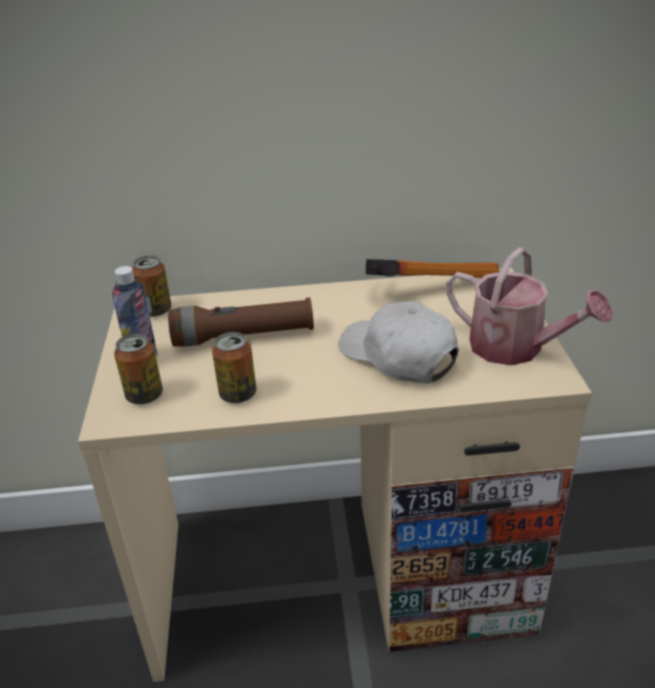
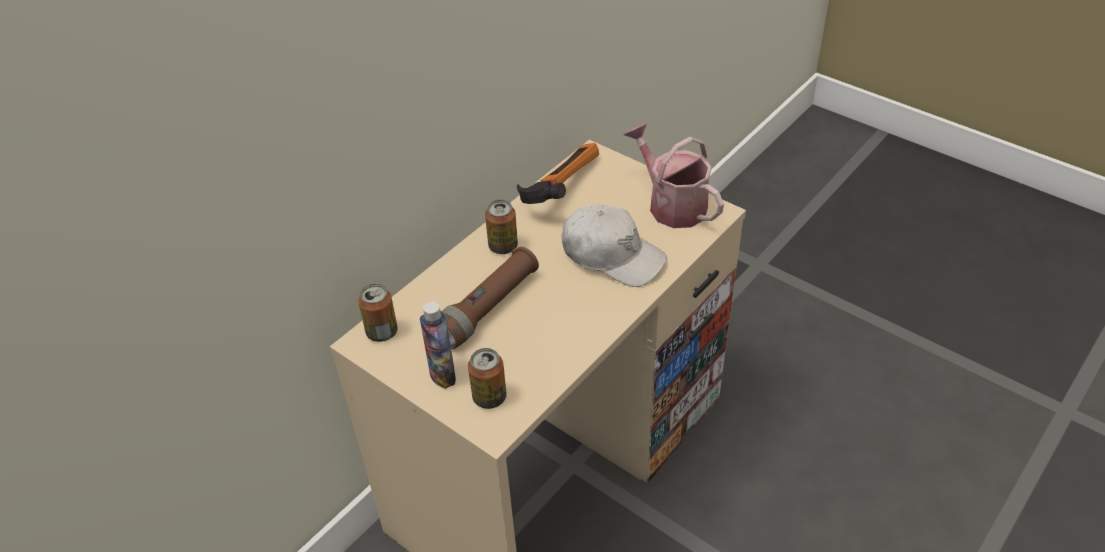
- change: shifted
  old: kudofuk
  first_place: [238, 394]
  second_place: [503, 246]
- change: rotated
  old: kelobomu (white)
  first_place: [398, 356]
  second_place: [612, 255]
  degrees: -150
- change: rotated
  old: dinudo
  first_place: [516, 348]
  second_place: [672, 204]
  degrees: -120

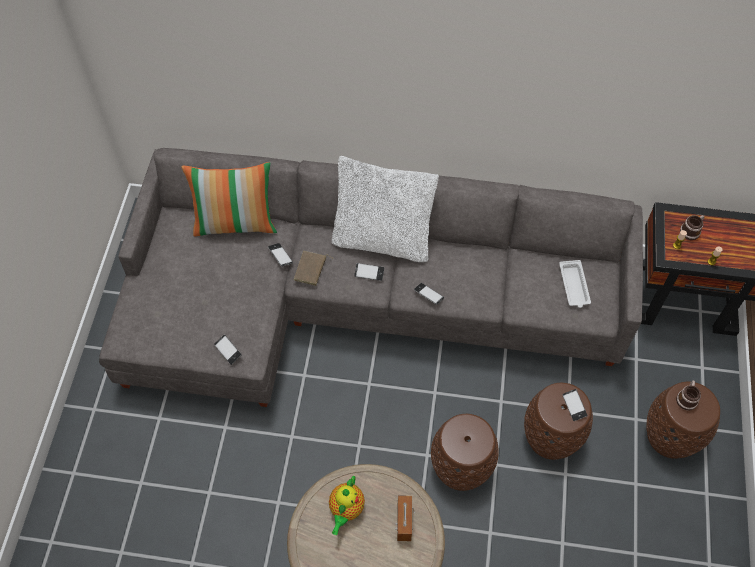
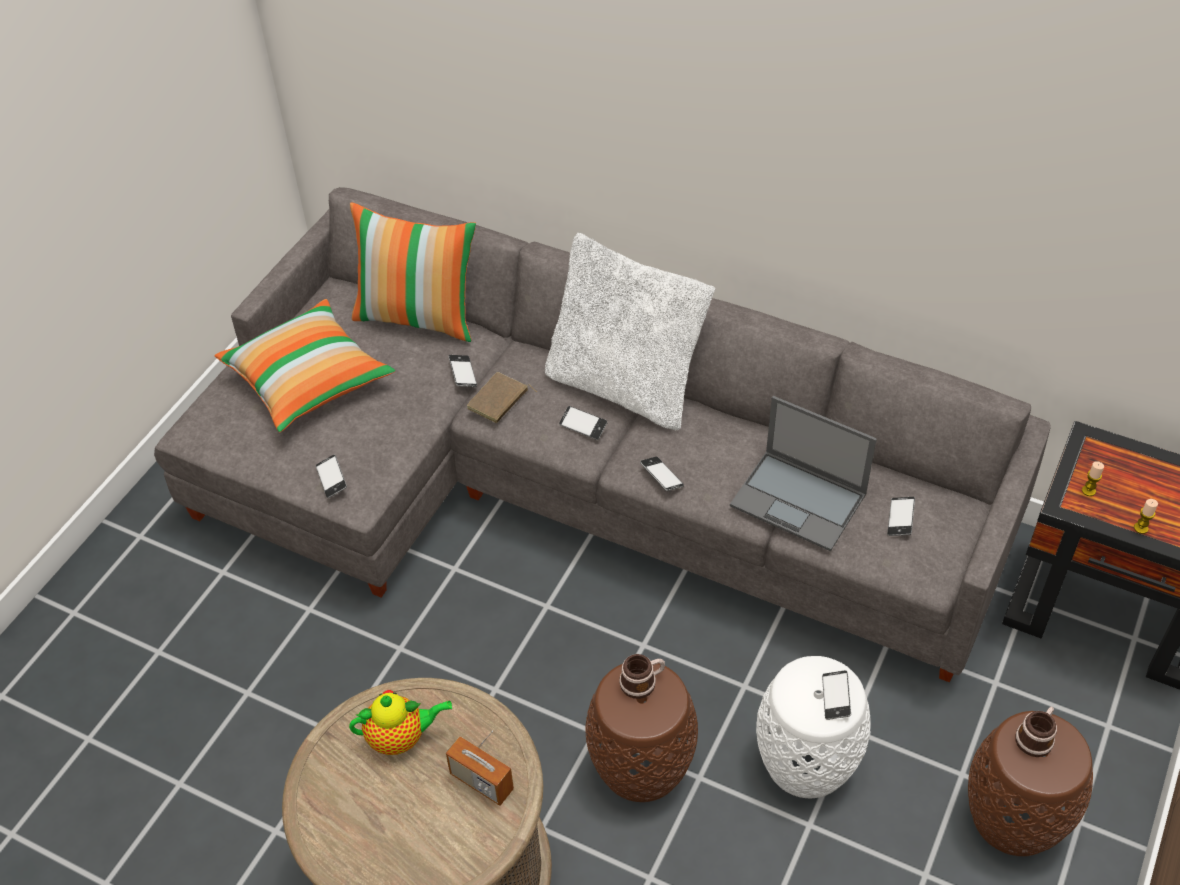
- change: rotated
  old: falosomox
  first_place: [346, 509]
  second_place: [401, 738]
  degrees: -135
- change: rotated
  old: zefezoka
  first_place: [404, 522]
  second_place: [481, 782]
  degrees: -75
- change: repainted
  old: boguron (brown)
  new: boguron (white)
  first_place: [551, 437]
  second_place: [806, 762]
- change: swapped
  old: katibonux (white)
  new: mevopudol
  first_place: [574, 286]
  second_place: [900, 519]
- change: shifted
  old: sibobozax
  first_place: [691, 230]
  second_place: [642, 682]
- change: new
  new: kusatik
  second_place: [308, 380]
- change: new
  new: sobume
  second_place: [800, 500]

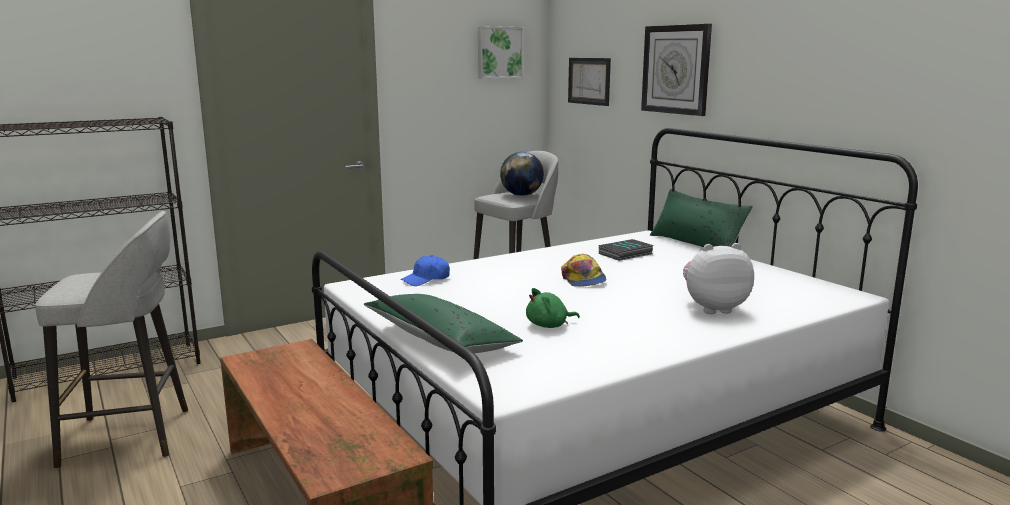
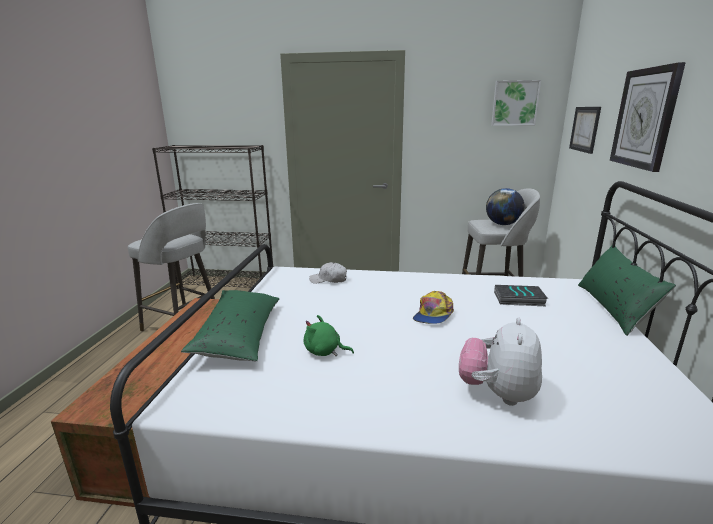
- change: repainted
  old: kelobomu (blue)
  new: kelobomu (white)
  first_place: [426, 279]
  second_place: [329, 280]
- change: rotated
  old: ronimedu
  first_place: [713, 308]
  second_place: [497, 393]
  degrees: -105

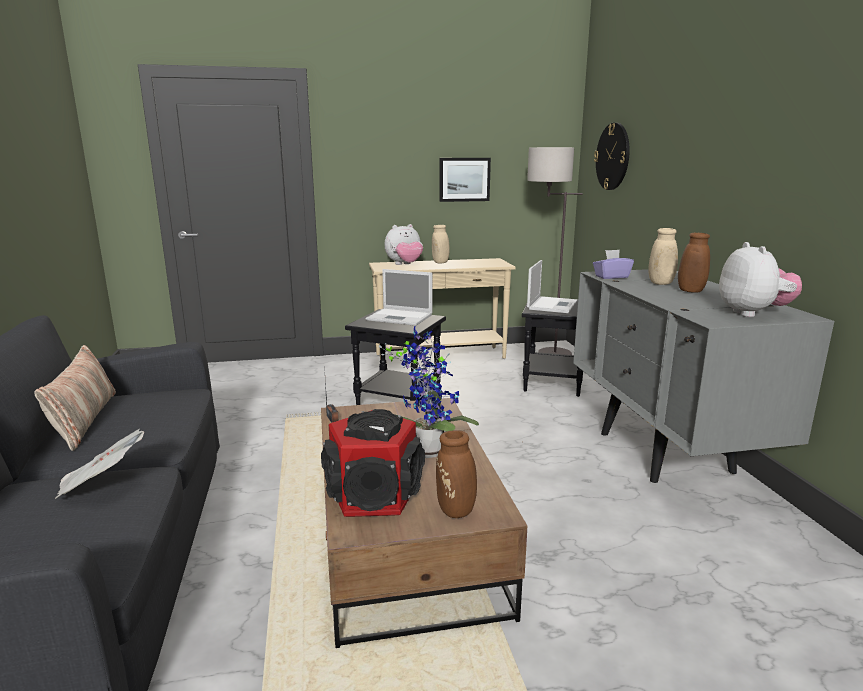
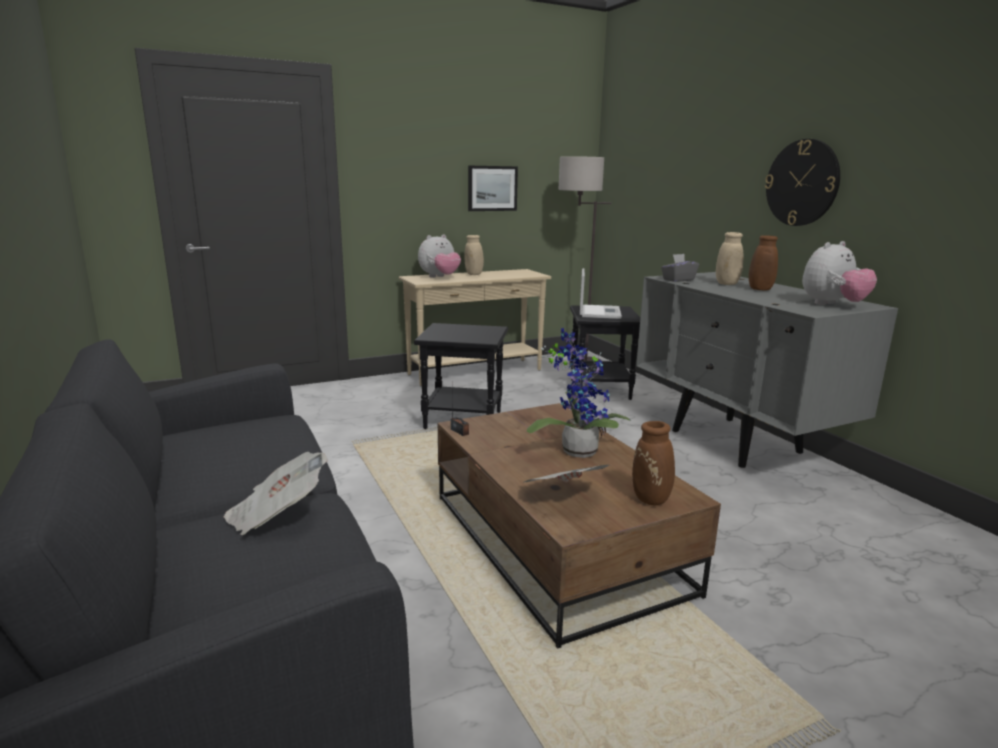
- change: gone
  old: kusatik
  first_place: [84, 420]
- change: swapped
  old: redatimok
  new: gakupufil
  first_place: [373, 495]
  second_place: [563, 495]
- change: gone
  old: sobume
  first_place: [401, 317]
- change: repainted
  old: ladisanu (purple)
  new: ladisanu (grey)
  first_place: [611, 277]
  second_place: [678, 280]
- change: shifted
  old: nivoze
  first_place: [613, 156]
  second_place: [802, 183]
- change: rotated
  old: ronimedu
  first_place: [753, 313]
  second_place: [832, 305]
  degrees: 75

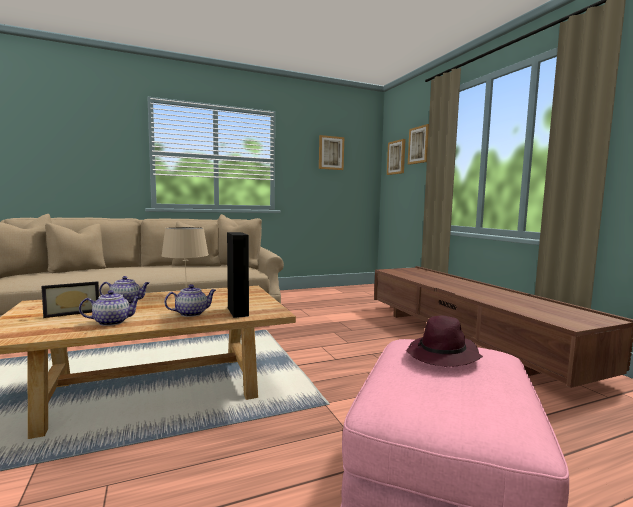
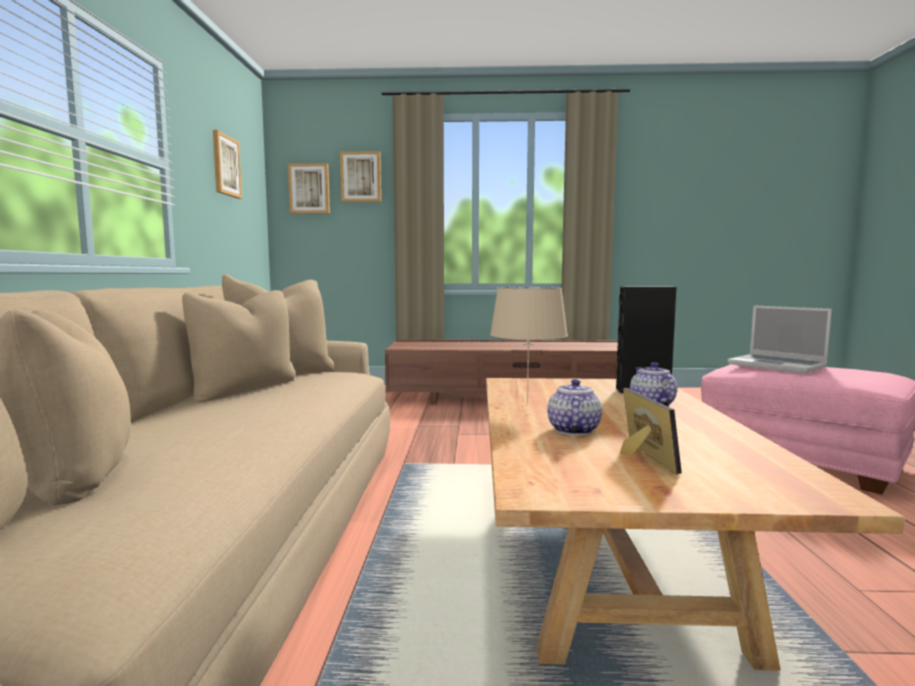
- change: gone
  old: falosomox
  first_place: [113, 322]
- change: swapped
  old: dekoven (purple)
  new: sobume
  first_place: [443, 356]
  second_place: [778, 365]

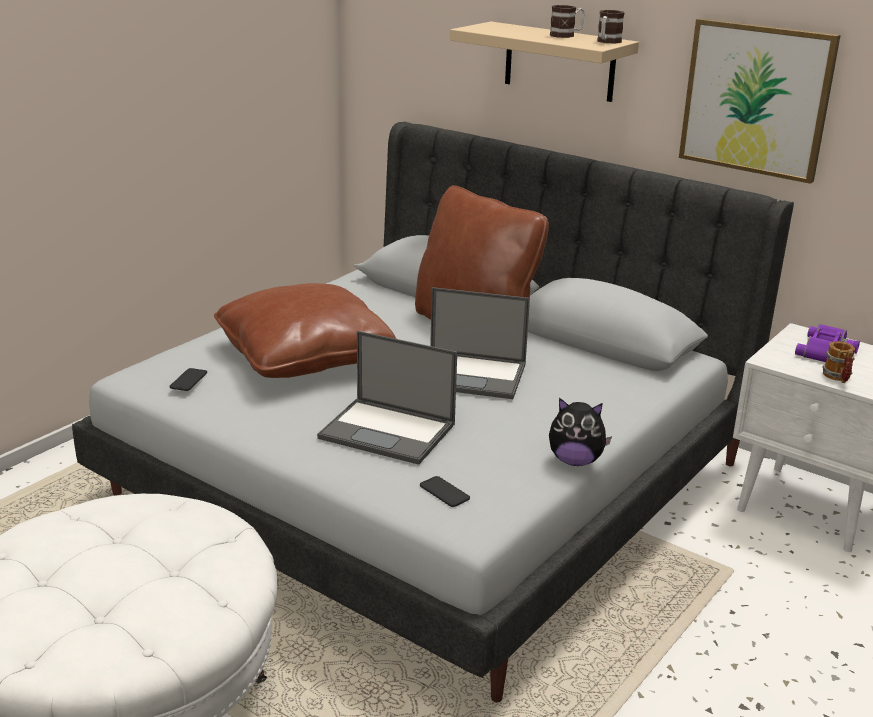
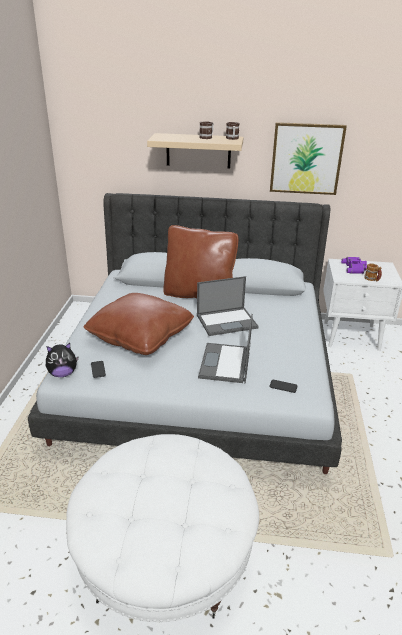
- change: rotated
  old: sobume
  first_place: [389, 431]
  second_place: [225, 363]
  degrees: 105
- change: shifted
  old: ronimedu
  first_place: [575, 461]
  second_place: [63, 374]

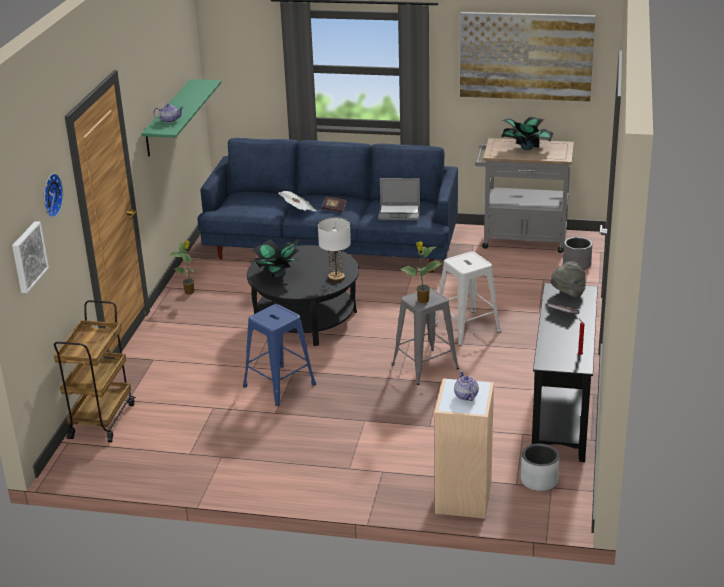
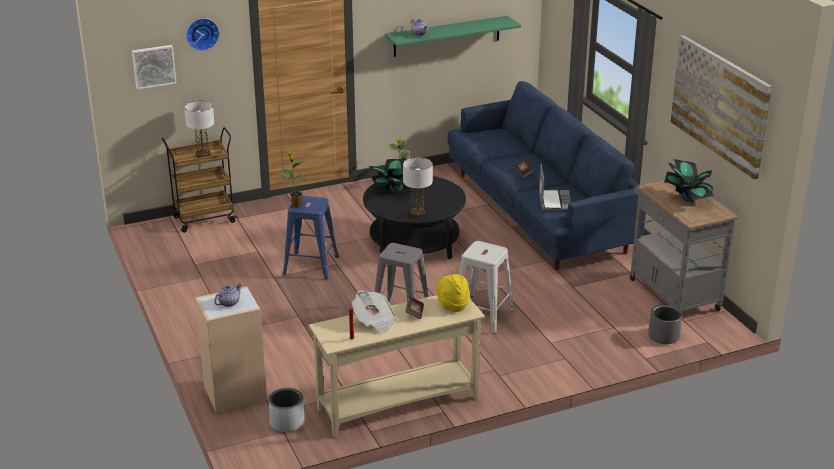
- change: shifted
  old: gakupufil
  first_place: [298, 210]
  second_place: [374, 322]
- change: rotated
  old: sobume
  first_place: [400, 213]
  second_place: [554, 201]
  degrees: -150
- change: shifted
  old: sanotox
  first_place: [422, 301]
  second_place: [296, 205]
- change: repainted
  old: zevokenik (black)
  new: zevokenik (beige)
  first_place: [562, 413]
  second_place: [397, 404]
- change: repainted
  old: dekoven (grey)
  new: dekoven (yellow)
  first_place: [567, 294]
  second_place: [452, 305]
- change: new
  new: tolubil
  second_place: [202, 155]

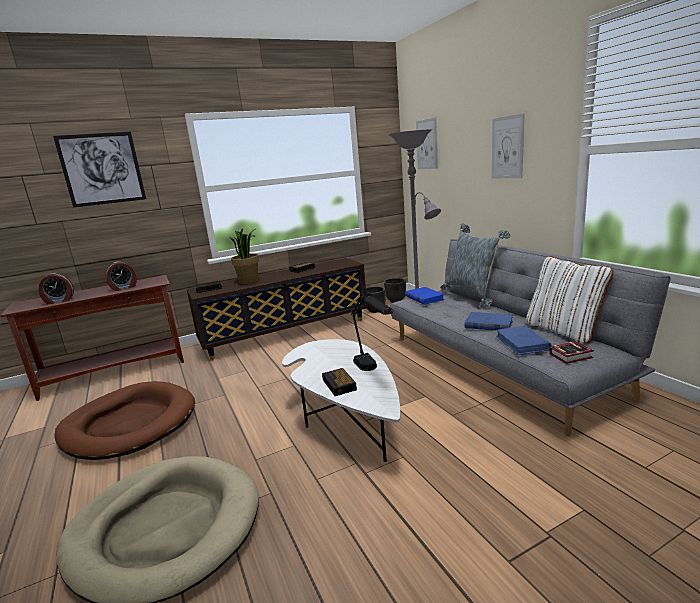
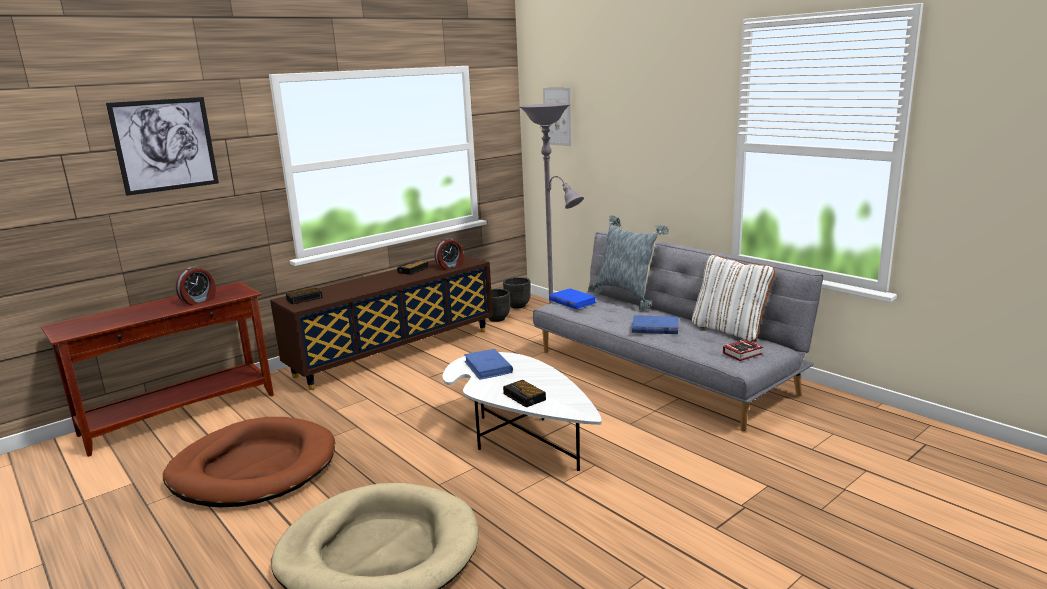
- change: shifted
  old: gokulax
  first_place: [59, 301]
  second_place: [450, 266]
- change: gone
  old: sanotox
  first_place: [249, 281]
- change: gone
  old: tolubil (black)
  first_place: [373, 372]
- change: gone
  old: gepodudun
  first_place: [507, 147]
- change: shifted
  old: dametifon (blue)
  first_place: [522, 343]
  second_place: [488, 367]

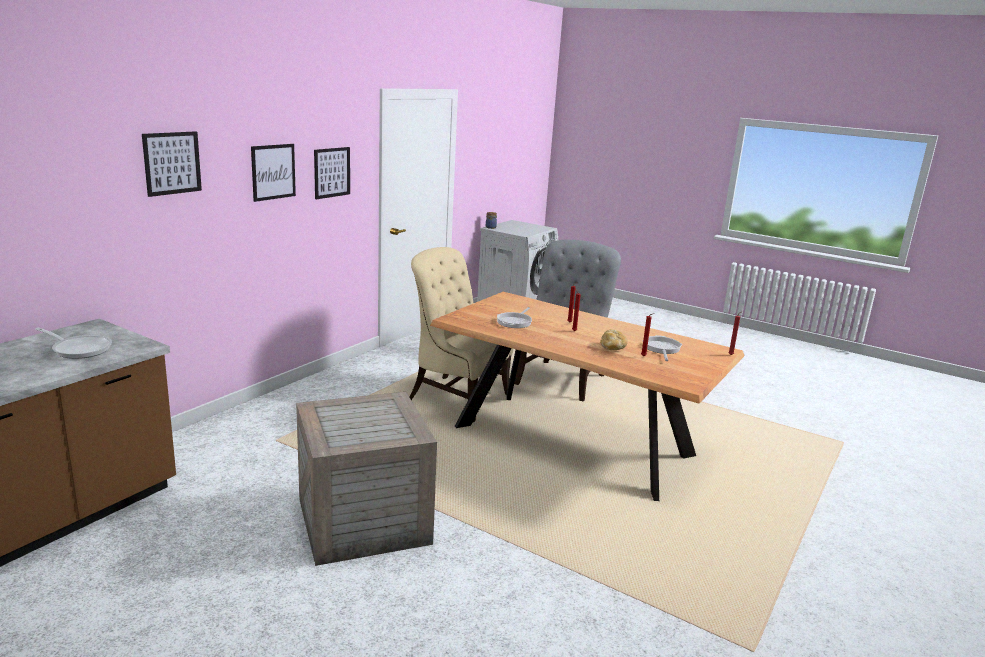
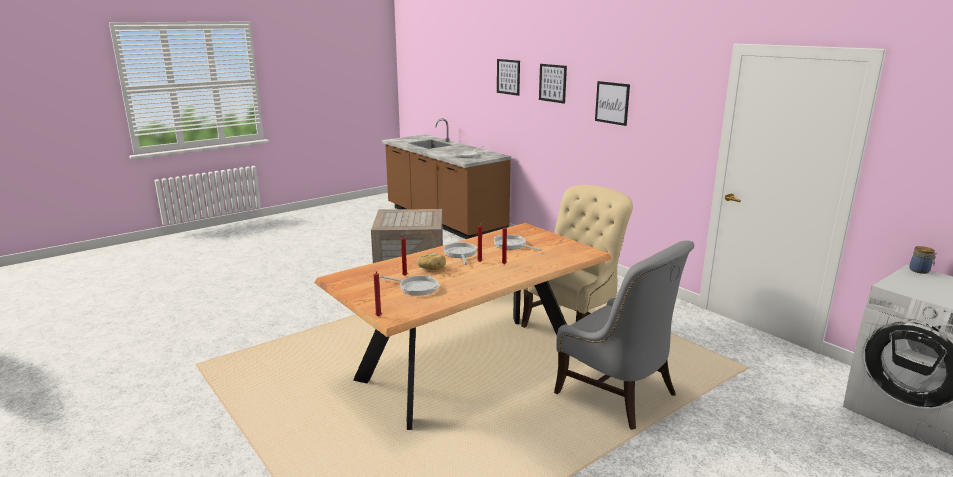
- change: shifted
  old: gepodudun
  first_place: [332, 172]
  second_place: [508, 77]
- change: new
  new: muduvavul
  second_place: [460, 253]

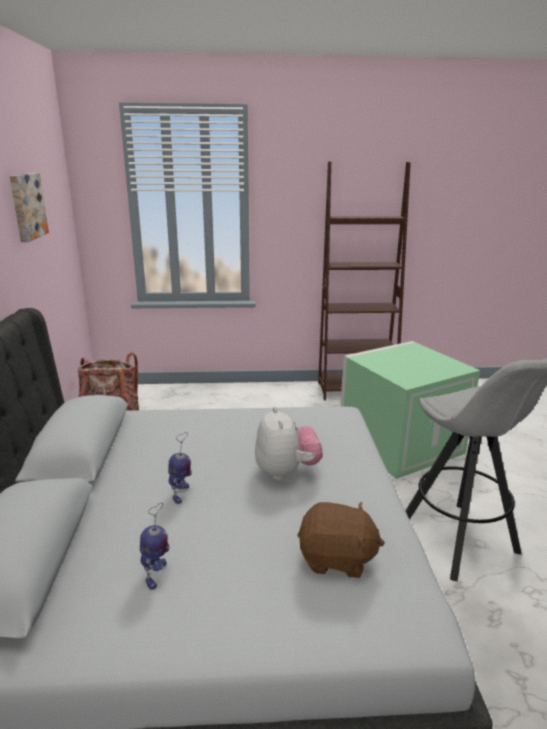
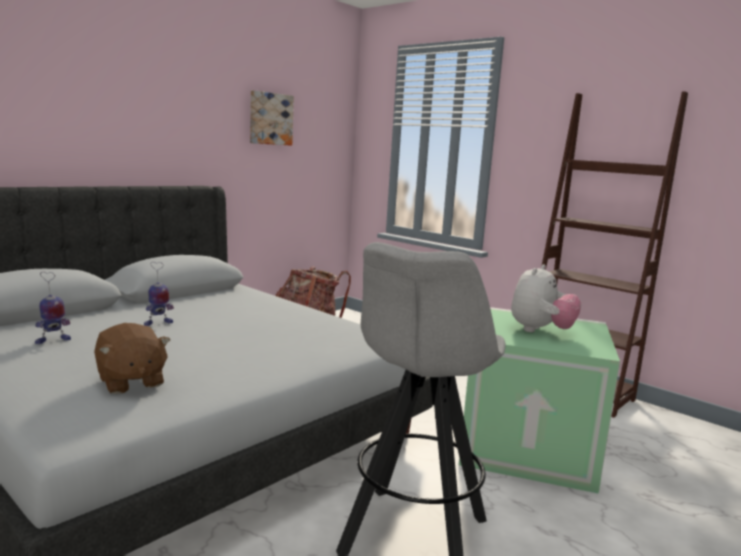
- change: shifted
  old: ronimedu
  first_place: [286, 472]
  second_place: [540, 331]

